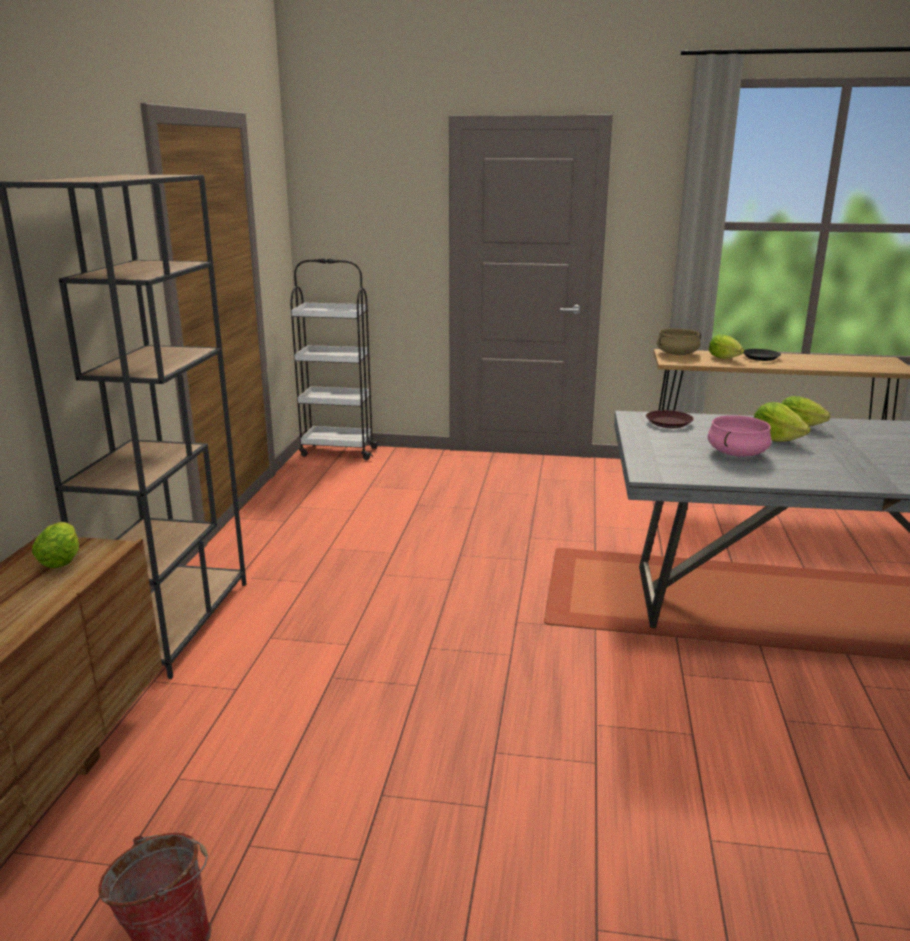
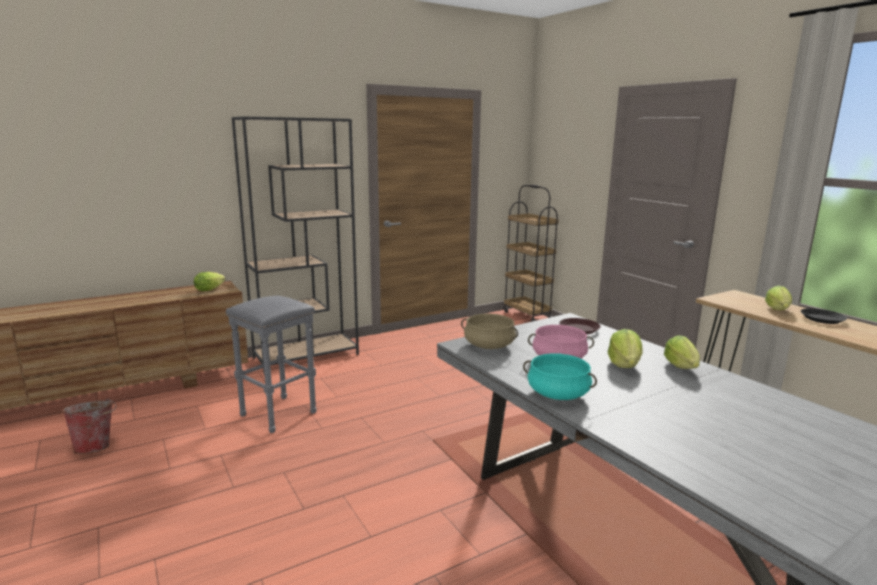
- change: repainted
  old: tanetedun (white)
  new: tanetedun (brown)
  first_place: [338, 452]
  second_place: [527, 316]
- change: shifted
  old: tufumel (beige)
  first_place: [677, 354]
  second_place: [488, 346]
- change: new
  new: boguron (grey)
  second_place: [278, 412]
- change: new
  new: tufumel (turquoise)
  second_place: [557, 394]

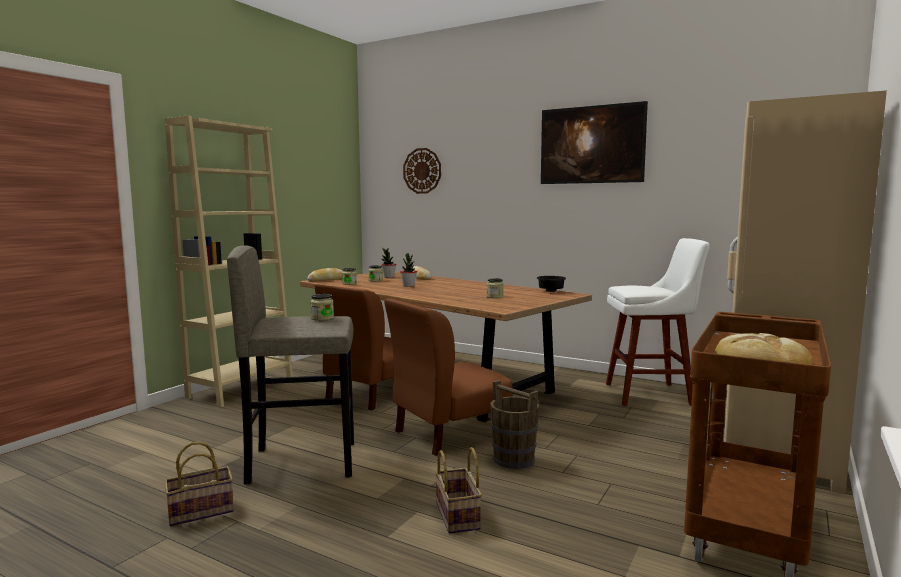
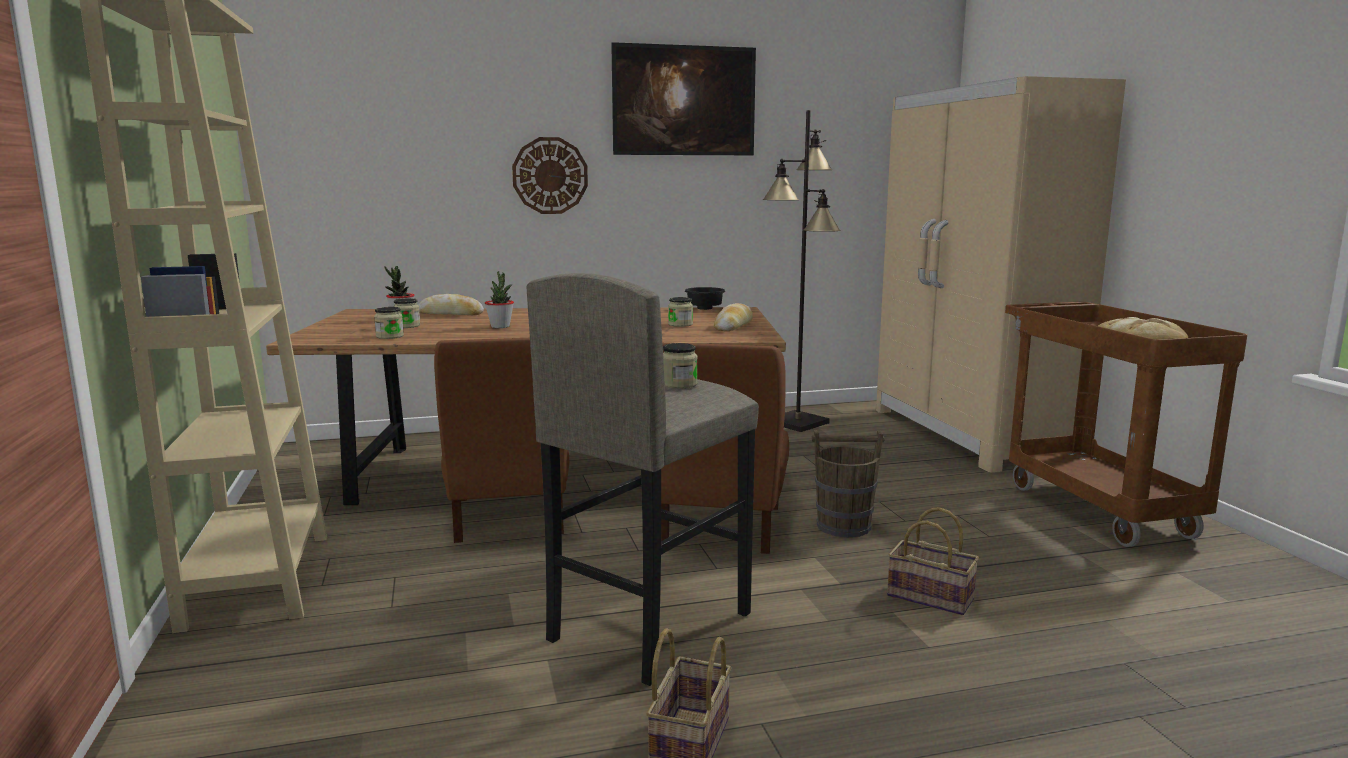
- change: shifted
  old: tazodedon
  first_place: [327, 280]
  second_place: [733, 326]
- change: shifted
  old: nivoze
  first_place: [422, 171]
  second_place: [550, 175]
- change: swapped
  old: boguron (white)
  new: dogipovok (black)
  first_place: [650, 394]
  second_place: [798, 423]

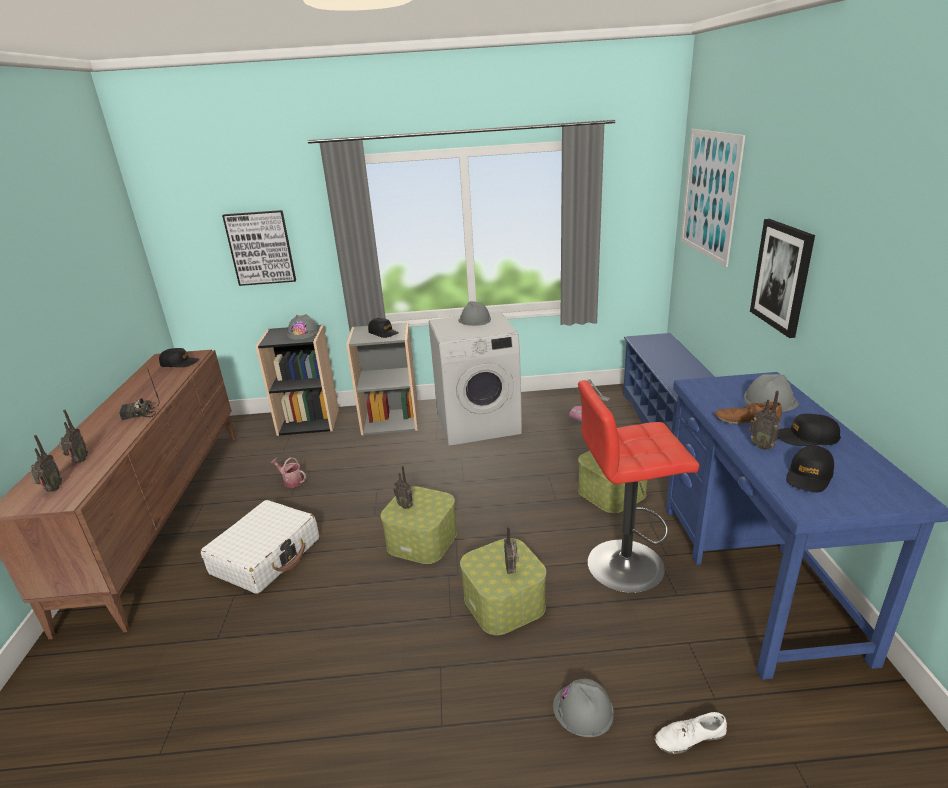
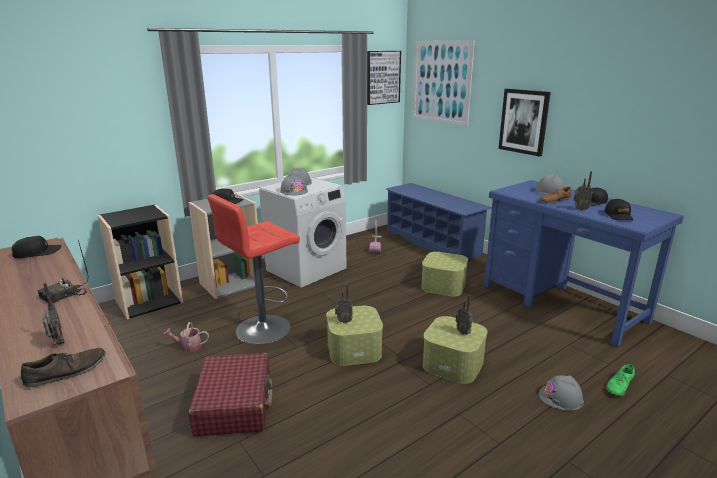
- change: swapped
  old: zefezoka
  new: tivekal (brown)
  first_place: [52, 490]
  second_place: [67, 372]
- change: repainted
  old: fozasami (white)
  new: fozasami (red)
  first_place: [266, 556]
  second_place: [235, 404]
- change: shifted
  old: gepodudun
  first_place: [261, 248]
  second_place: [383, 77]
- change: shifted
  old: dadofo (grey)
  first_place: [303, 333]
  second_place: [294, 191]
- change: shifted
  old: boguron (red)
  first_place: [624, 565]
  second_place: [262, 329]
- change: repainted
  old: tivekal (white)
  new: tivekal (green)
  first_place: [689, 737]
  second_place: [619, 385]

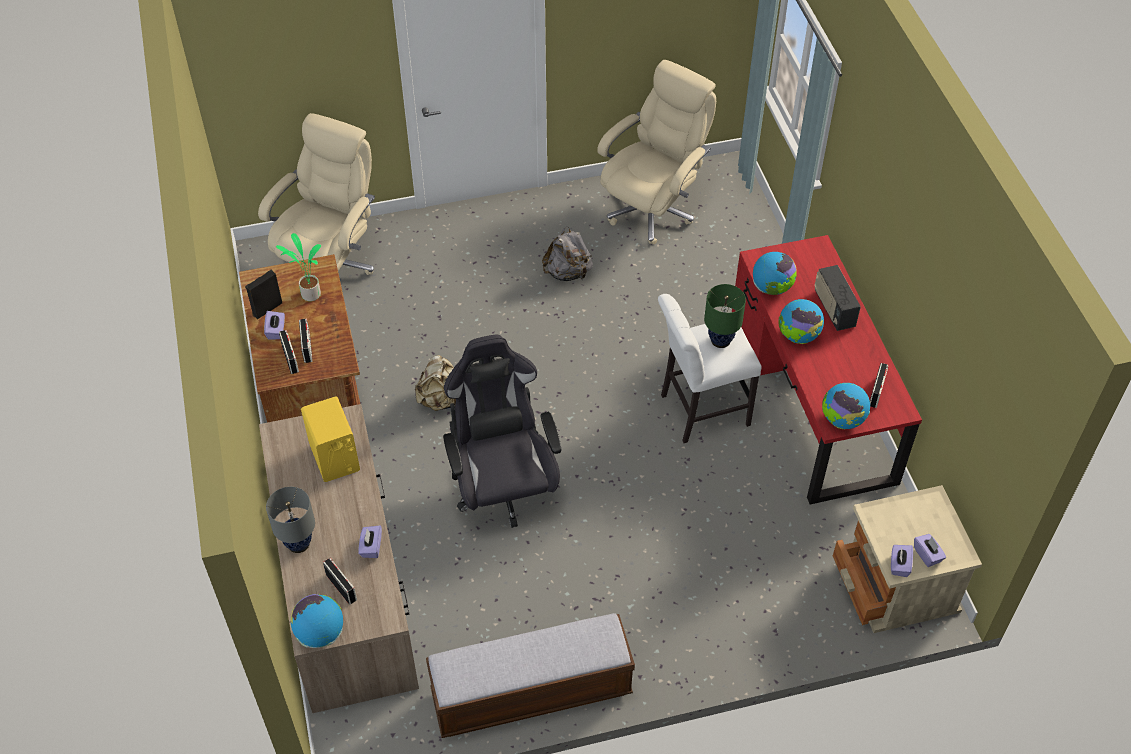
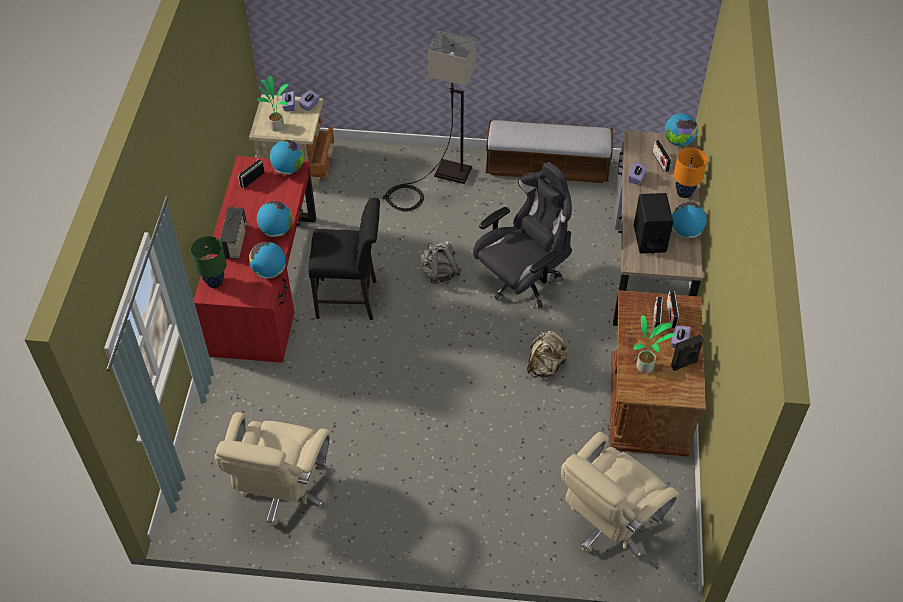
- change: repainted
  old: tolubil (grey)
  new: tolubil (orange)
  first_place: [298, 543]
  second_place: [684, 192]
- change: repainted
  old: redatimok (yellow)
  new: redatimok (black)
  first_place: [335, 458]
  second_place: [649, 238]
- change: rotated
  old: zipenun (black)
  first_place: [504, 492]
  second_place: [520, 284]
  degrees: -135
- change: shifted
  old: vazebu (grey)
  first_place: [568, 273]
  second_place: [440, 273]
- change: rotated
  old: zipenun (beige)
  first_place: [653, 211]
  second_place: [282, 494]
  degrees: -45
- change: repainted
  old: boguron (white)
  new: boguron (black)
  first_place: [699, 411]
  second_place: [351, 300]
- change: shifted
  old: tolubil (green)
  first_place: [720, 340]
  second_place: [215, 282]
- change: new
  new: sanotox
  second_place: [277, 126]
- change: new
  new: dogipovok
  second_place: [426, 186]
- change: new
  new: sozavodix
  second_place: [685, 231]

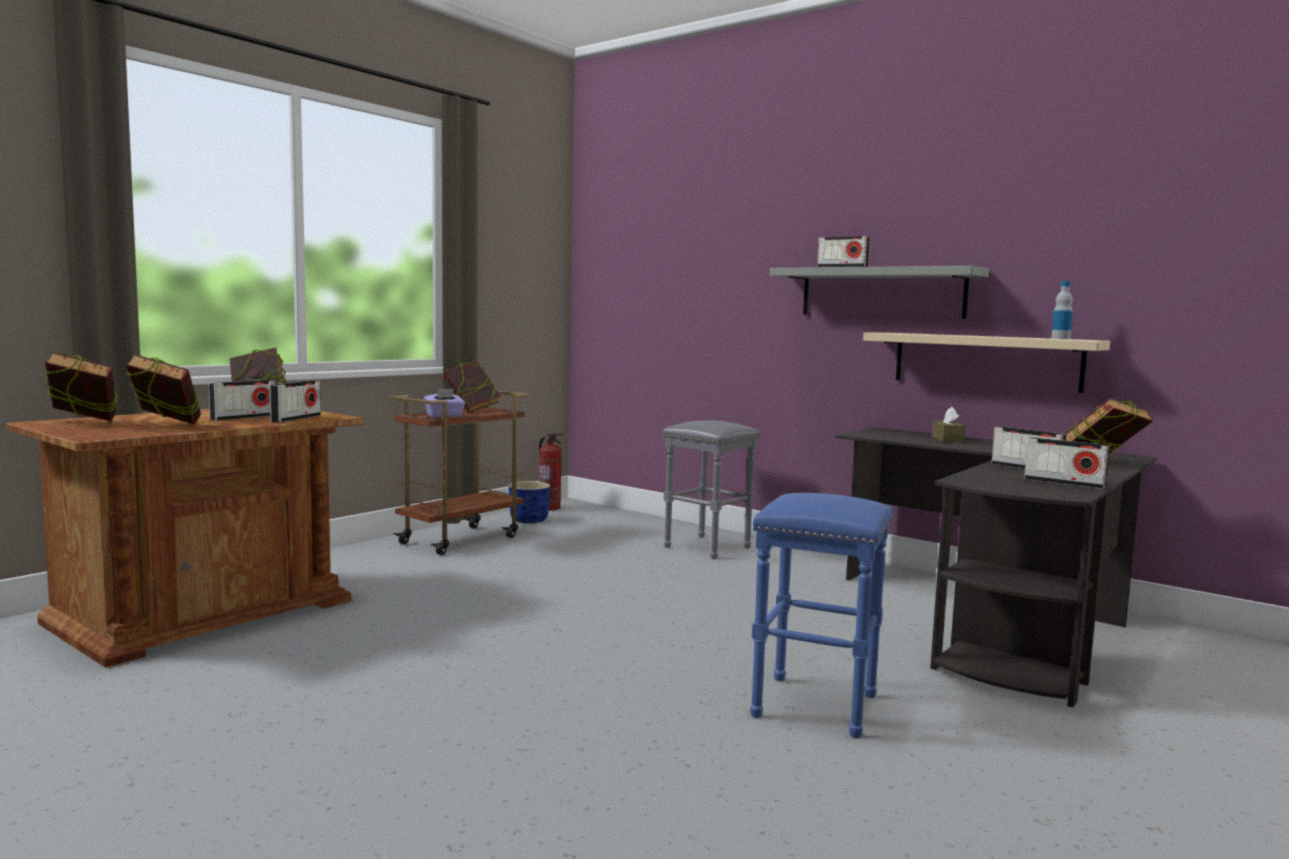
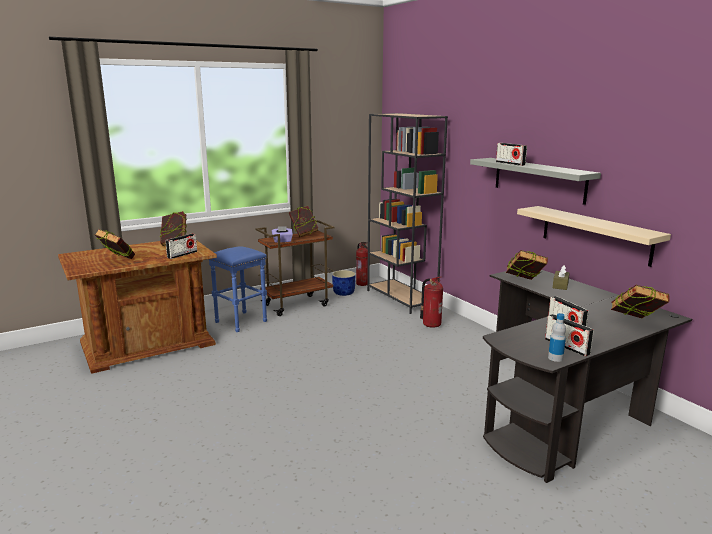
- change: shifted
  old: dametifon
  first_place: [84, 424]
  second_place: [524, 283]
- change: gone
  old: zefezoka
  first_place: [243, 418]
- change: swapped
  old: boguron (grey)
  new: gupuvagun
  first_place: [709, 547]
  second_place: [431, 324]
- change: shifted
  old: boguron (blue)
  first_place: [812, 706]
  second_place: [239, 321]
- change: shifted
  old: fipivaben
  first_place: [1060, 339]
  second_place: [555, 358]
- change: new
  new: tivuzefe
  second_place: [402, 298]

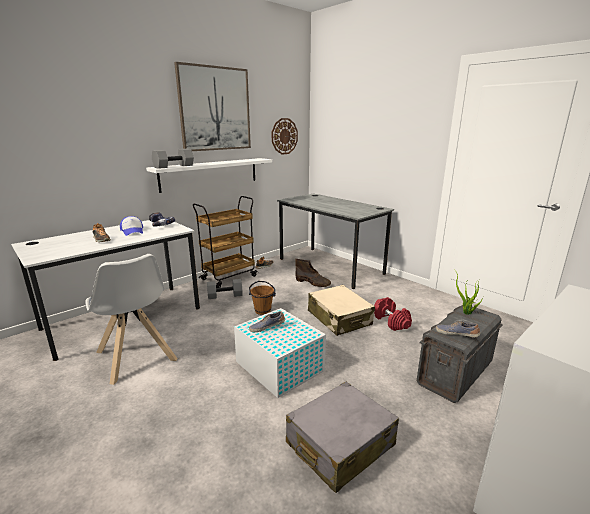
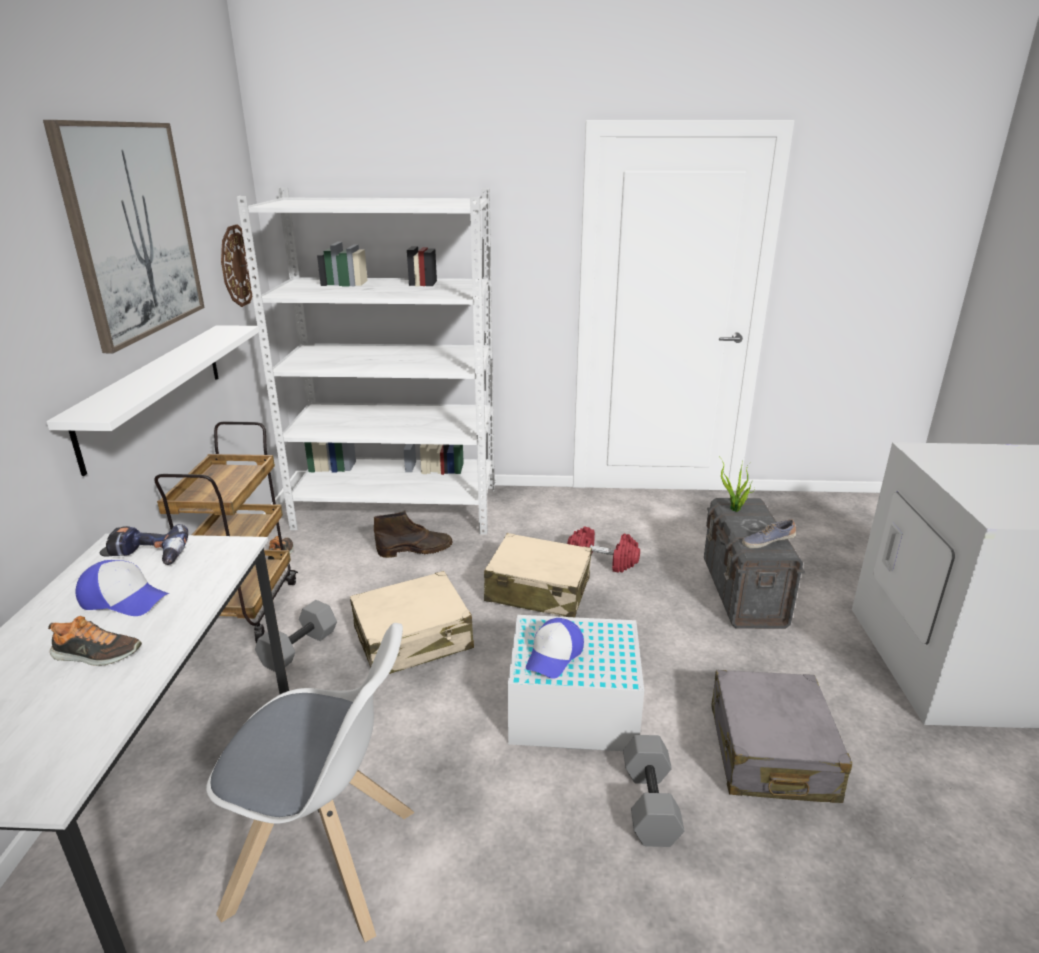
- change: shifted
  old: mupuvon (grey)
  first_place: [174, 166]
  second_place: [648, 803]
- change: swapped
  old: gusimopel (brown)
  new: fozasami (beige)
  first_place: [263, 311]
  second_place: [413, 639]
- change: swapped
  old: tivekal
  new: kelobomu
  first_place: [267, 327]
  second_place: [554, 655]
- change: swapped
  old: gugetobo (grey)
  new: tivuzefe (white)
  first_place: [330, 266]
  second_place: [398, 508]

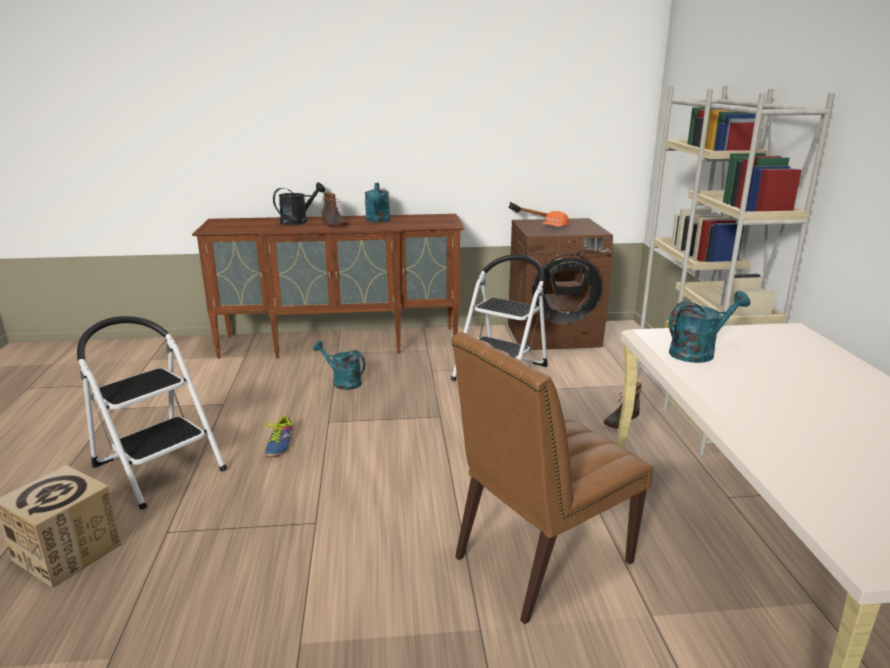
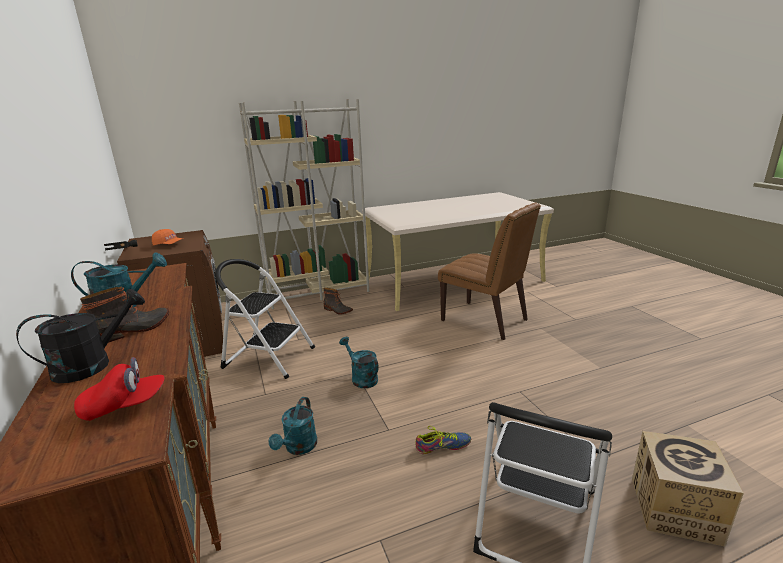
- change: rotated
  old: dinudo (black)
  first_place: [298, 221]
  second_place: [92, 364]
  degrees: 105
- change: shifted
  old: dinudo (turquoise)
  first_place: [698, 352]
  second_place: [361, 378]
- change: new
  new: kelobomu (red)
  second_place: [124, 406]

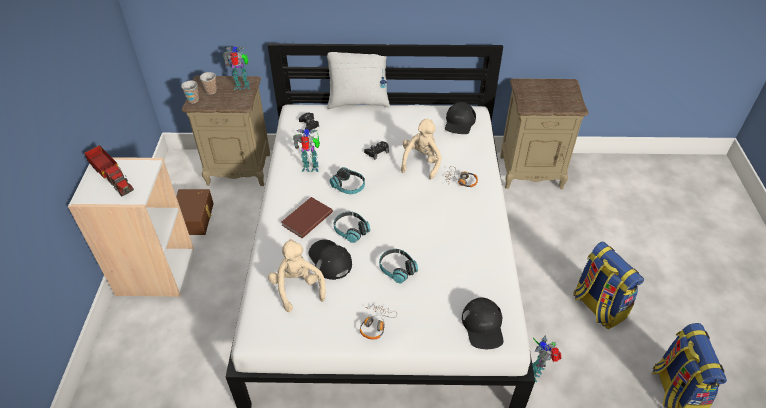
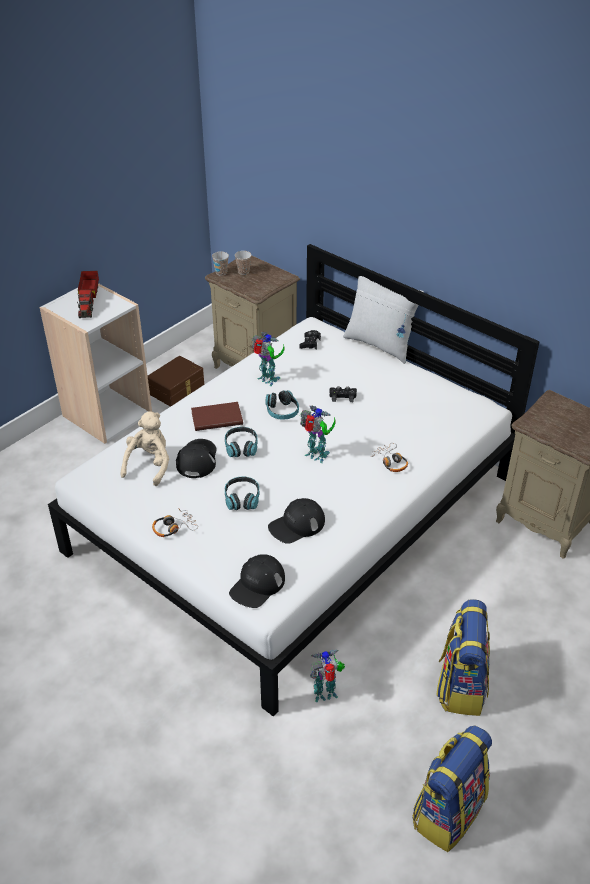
- change: shifted
  old: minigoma
  first_place: [243, 86]
  second_place: [317, 456]
- change: gone
  old: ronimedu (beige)
  first_place: [421, 162]
- change: shifted
  old: kelobomu (black)
  first_place: [459, 122]
  second_place: [296, 525]

